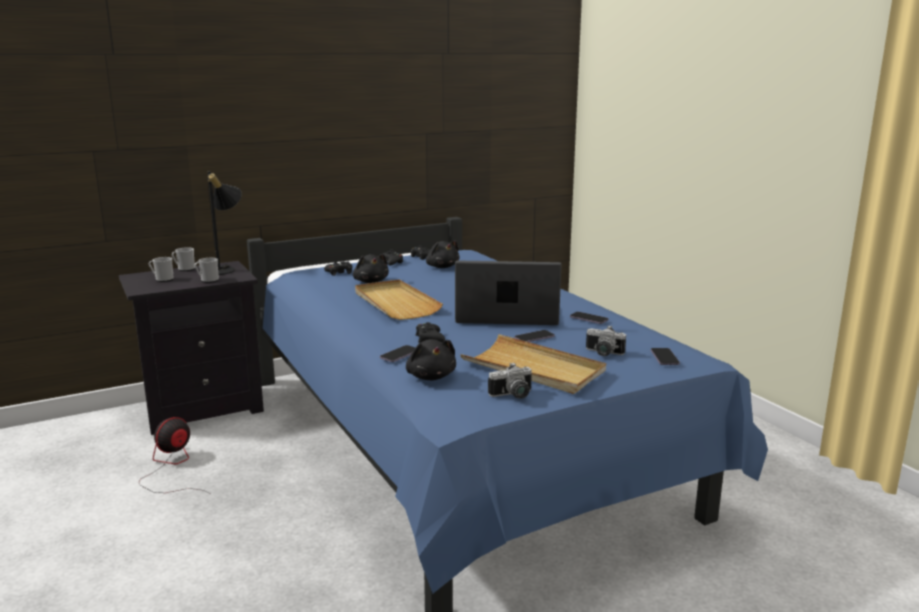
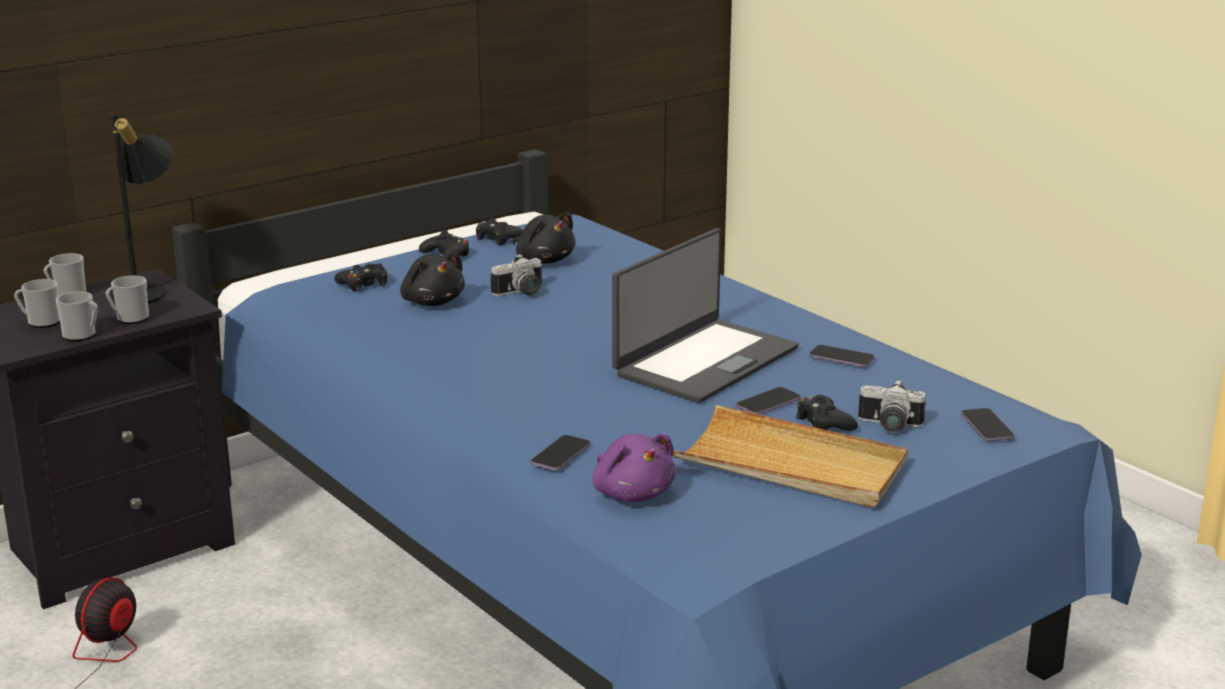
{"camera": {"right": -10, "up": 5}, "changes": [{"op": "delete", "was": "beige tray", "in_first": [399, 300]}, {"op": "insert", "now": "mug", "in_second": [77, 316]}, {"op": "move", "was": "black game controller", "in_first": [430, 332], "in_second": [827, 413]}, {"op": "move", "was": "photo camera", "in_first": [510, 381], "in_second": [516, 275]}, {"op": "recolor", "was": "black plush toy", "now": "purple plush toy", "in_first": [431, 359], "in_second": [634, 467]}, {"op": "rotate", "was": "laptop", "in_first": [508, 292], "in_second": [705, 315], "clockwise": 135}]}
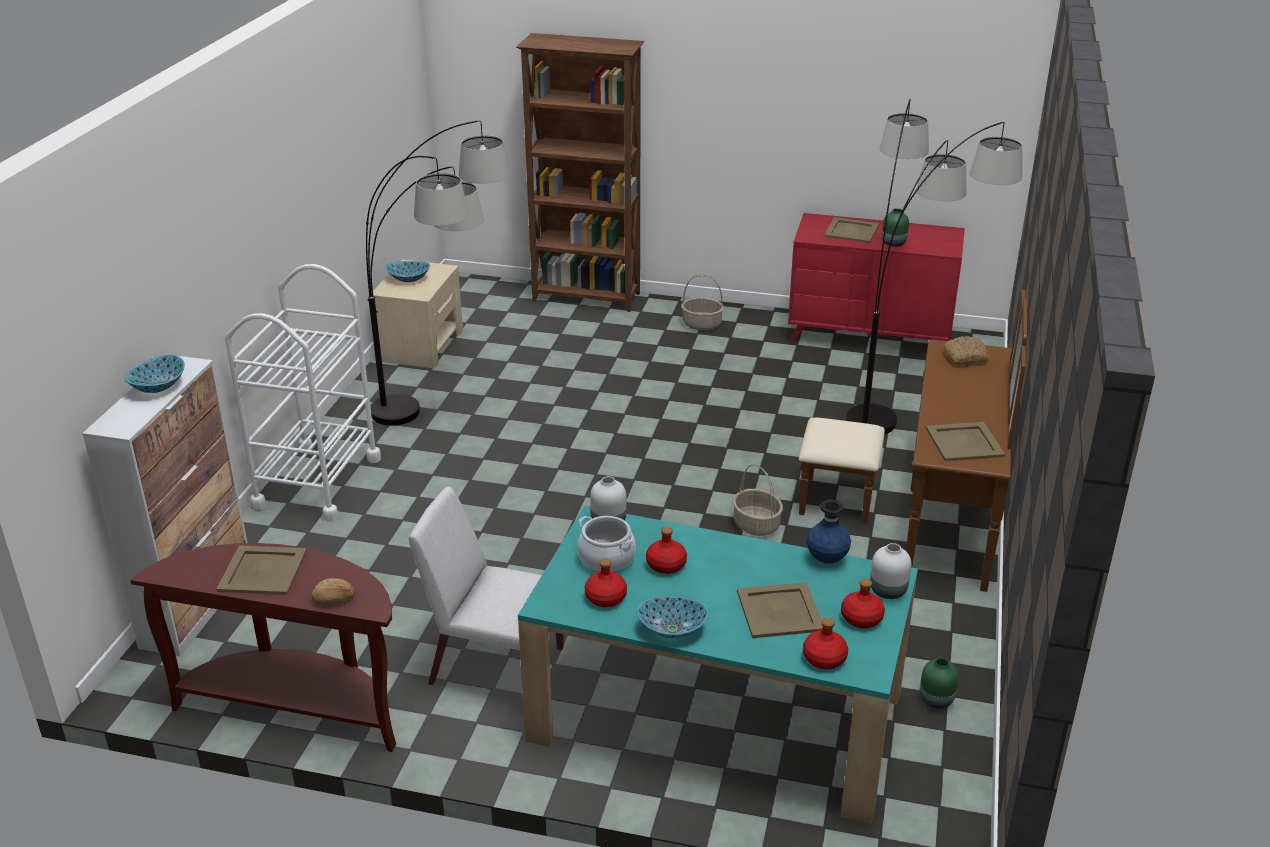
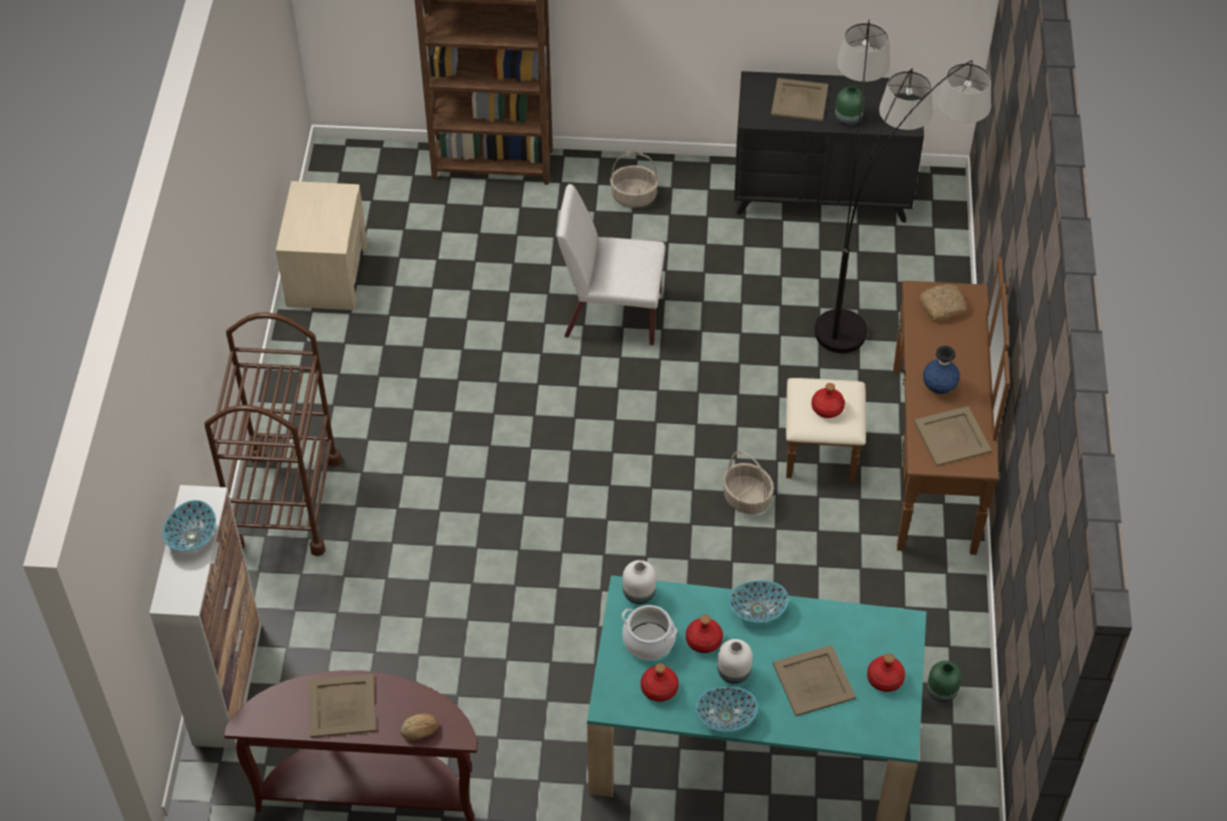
{"camera": {"right": -10, "up": 20}, "changes": [{"op": "delete", "was": "floor lamp", "in_first": [438, 273]}, {"op": "move", "was": "bowl", "in_first": [408, 271], "in_second": [759, 601]}, {"op": "move", "was": "white chair", "in_first": [486, 585], "in_second": [611, 264]}, {"op": "move", "was": "red bottle", "in_first": [825, 643], "in_second": [828, 400]}, {"op": "move", "was": "blue vase", "in_first": [829, 532], "in_second": [941, 370]}, {"op": "move", "was": "white vase", "in_first": [890, 571], "in_second": [735, 661]}, {"op": "recolor", "was": "white cart", "now": "brown cart", "in_first": [303, 393], "in_second": [273, 434]}, {"op": "recolor", "was": "red dresser", "now": "black dresser", "in_first": [876, 277], "in_second": [829, 146]}]}
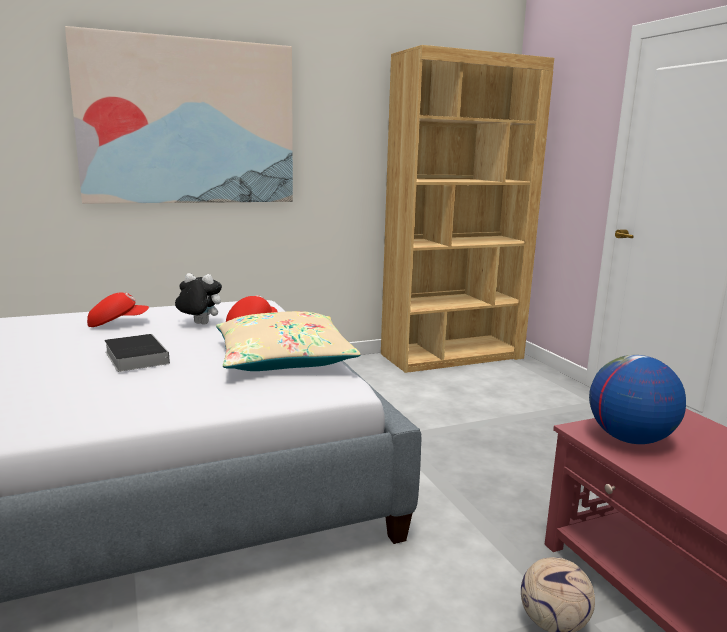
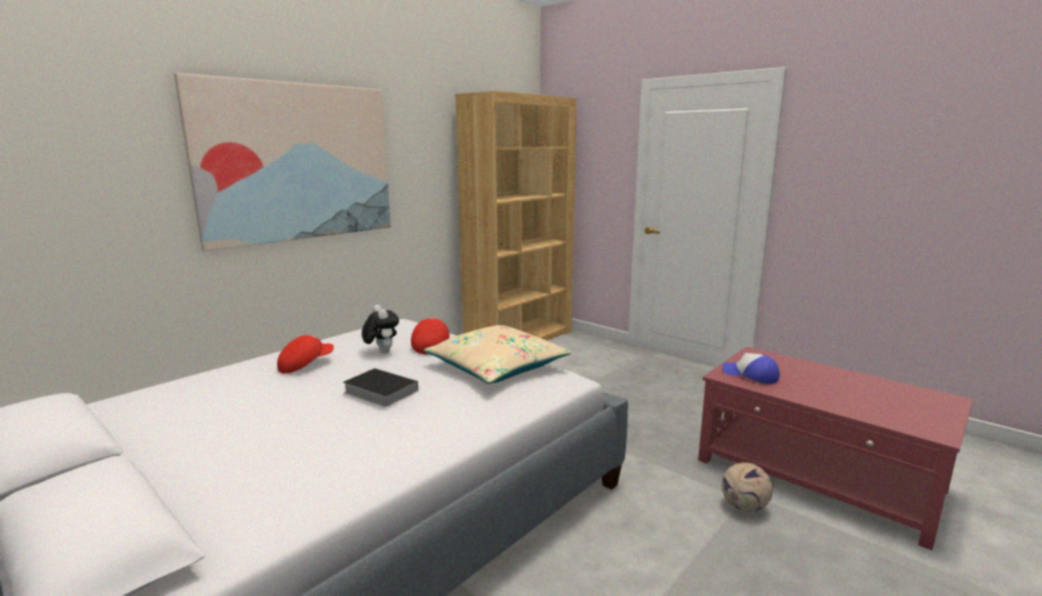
{"camera": {"right": -25, "up": 0}, "changes": [{"op": "replace", "was": "globe", "now": "cap", "in_first": [637, 399], "in_second": [751, 368]}, {"op": "rotate", "was": "plush toy", "in_first": [198, 299], "in_second": [380, 329], "clockwise": 75}]}
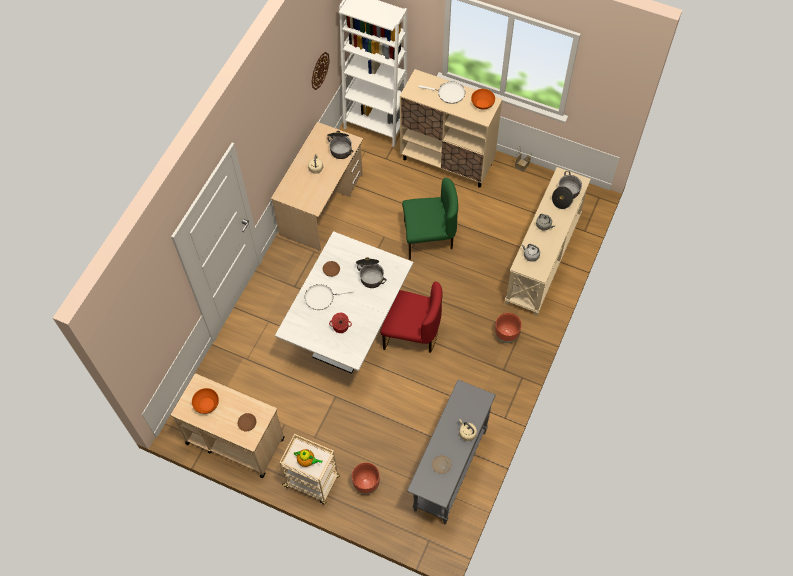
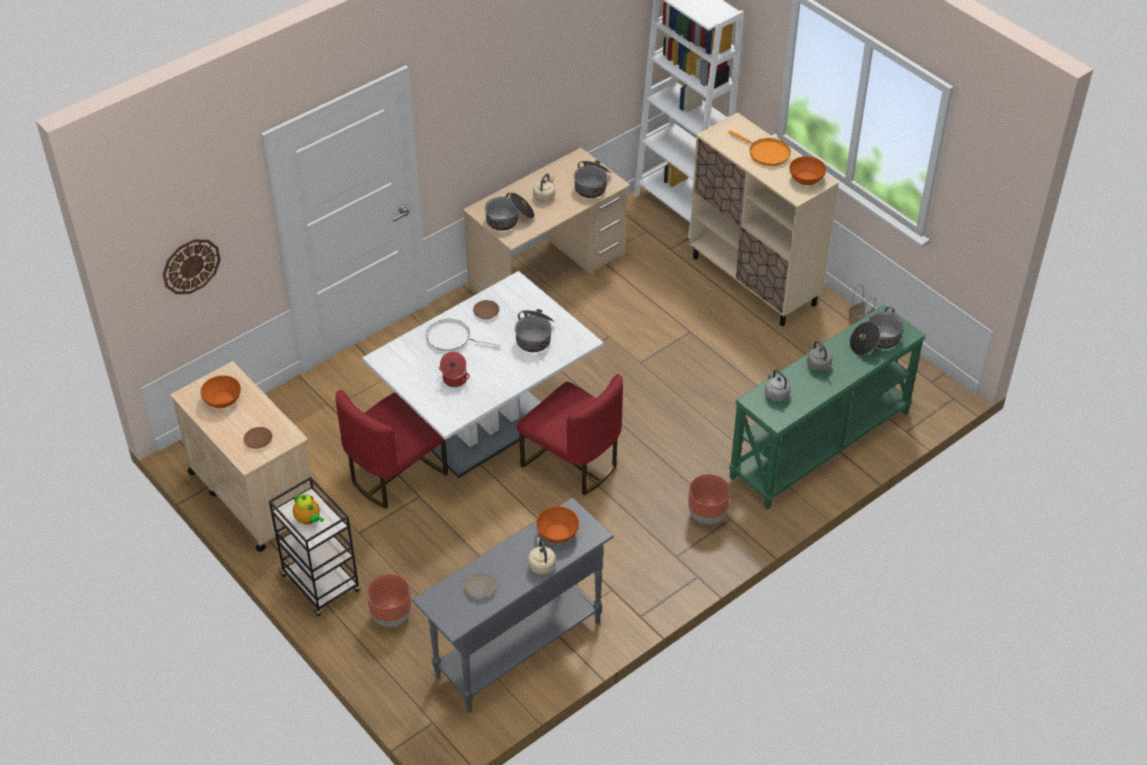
{"camera": {"right": 25, "up": -15}, "changes": [{"op": "delete", "was": "green chair", "in_first": [430, 219]}, {"op": "insert", "now": "red chair", "in_second": [392, 449]}, {"op": "insert", "now": "cooking pot", "in_second": [510, 212]}, {"op": "insert", "now": "orange bowl", "in_second": [557, 524]}, {"op": "move", "was": "wall clock", "in_first": [320, 71], "in_second": [192, 266]}, {"op": "recolor", "was": "beige cart", "now": "black cart", "in_first": [309, 469], "in_second": [315, 546]}, {"op": "recolor", "was": "white frying pan", "now": "orange frying pan", "in_first": [442, 93], "in_second": [759, 148]}, {"op": "recolor", "was": "beige console table", "now": "green console table", "in_first": [548, 241], "in_second": [827, 407]}]}
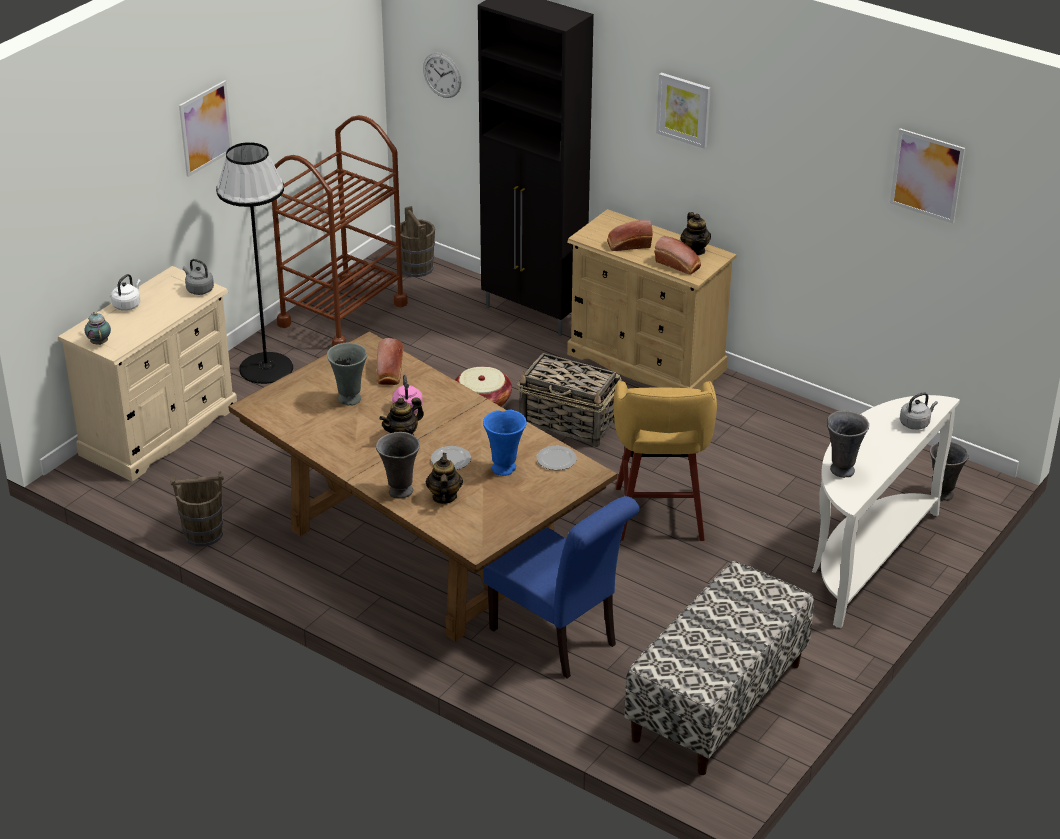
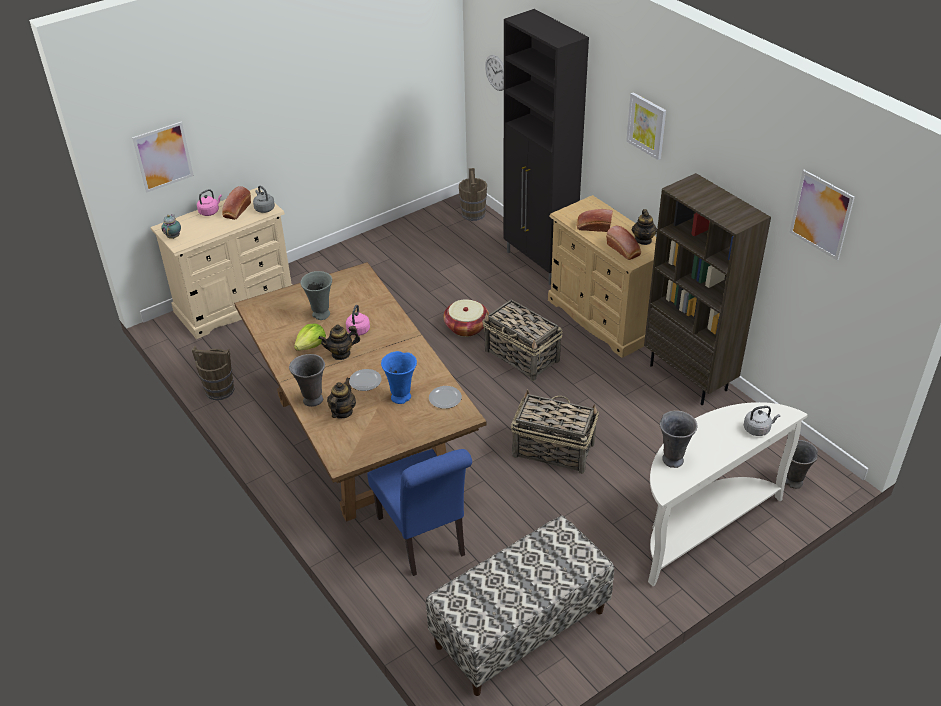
{"camera": {"right": 20, "up": 5}, "changes": [{"op": "delete", "was": "black floor lamp", "in_first": [254, 263]}, {"op": "delete", "was": "brown cart", "in_first": [340, 231]}, {"op": "insert", "now": "lettuce", "in_second": [310, 337]}, {"op": "insert", "now": "brown bookcase", "in_second": [707, 289]}, {"op": "move", "was": "picture", "in_first": [205, 128], "in_second": [163, 157]}, {"op": "move", "was": "bread", "in_first": [389, 361], "in_second": [236, 203]}, {"op": "replace", "was": "yellow stool", "now": "basket", "in_first": [665, 461], "in_second": [555, 431]}, {"op": "recolor", "was": "white kettle", "now": "pink kettle", "in_first": [126, 292], "in_second": [209, 202]}]}
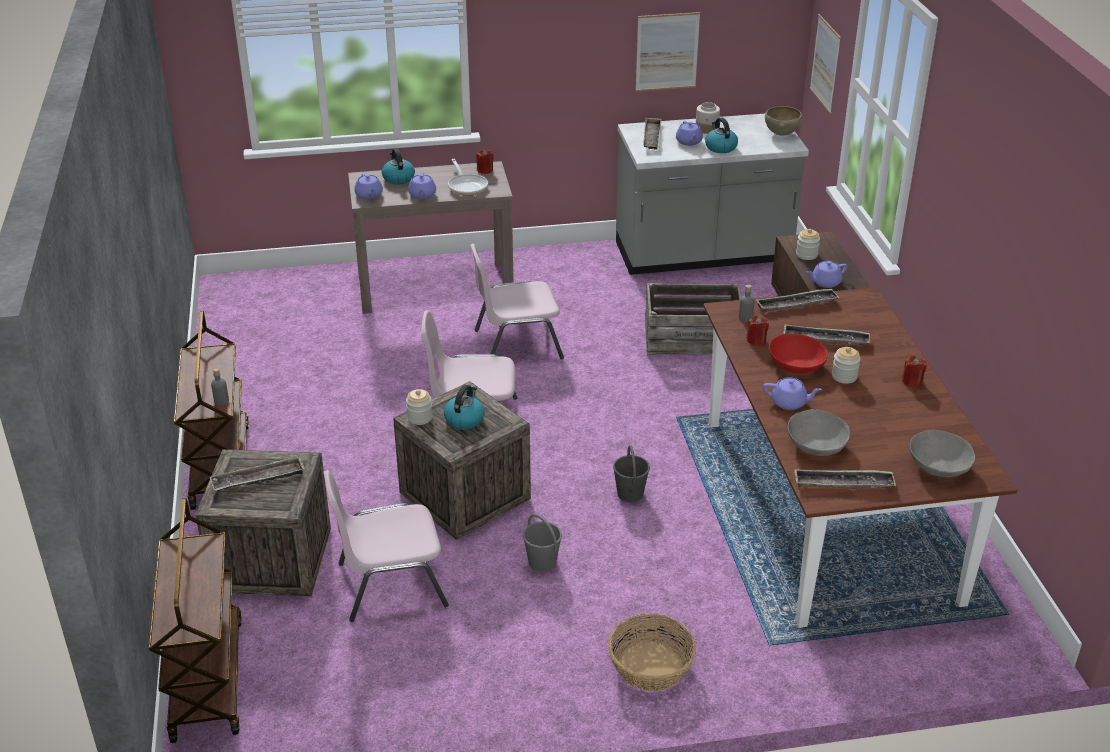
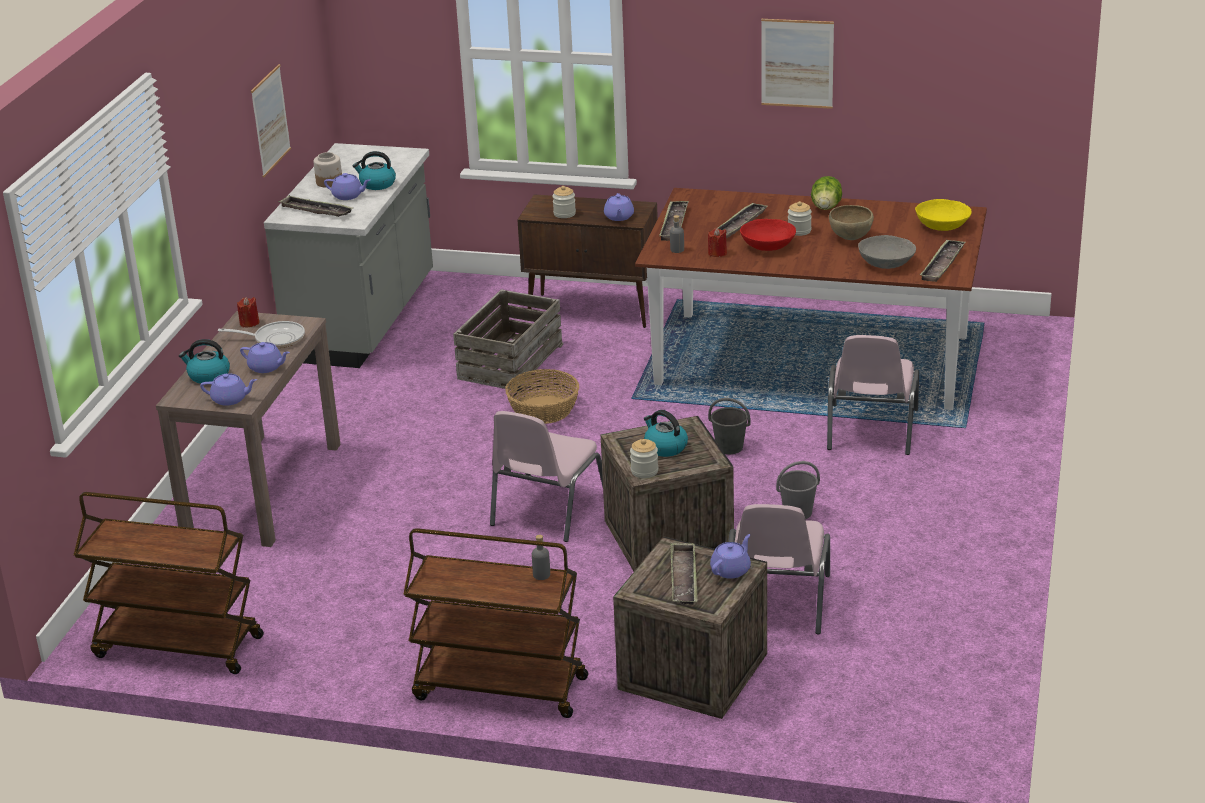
{"camera": {"right": -65, "up": -5}, "changes": [{"op": "move", "was": "brown cart", "in_first": [195, 620], "in_second": [169, 583]}, {"op": "move", "was": "pink chair", "in_first": [517, 302], "in_second": [873, 395]}, {"op": "move", "was": "basket", "in_first": [652, 652], "in_second": [542, 396]}, {"op": "move", "was": "purple teapot", "in_first": [792, 393], "in_second": [730, 556]}, {"op": "move", "was": "brown bowl", "in_first": [784, 121], "in_second": [851, 222]}, {"op": "move", "was": "picture", "in_first": [825, 64], "in_second": [797, 64]}, {"op": "replace", "was": "red candle", "now": "lettuce", "in_first": [914, 371], "in_second": [826, 193]}, {"op": "recolor", "was": "grey bowl", "now": "yellow bowl", "in_first": [942, 453], "in_second": [943, 215]}]}
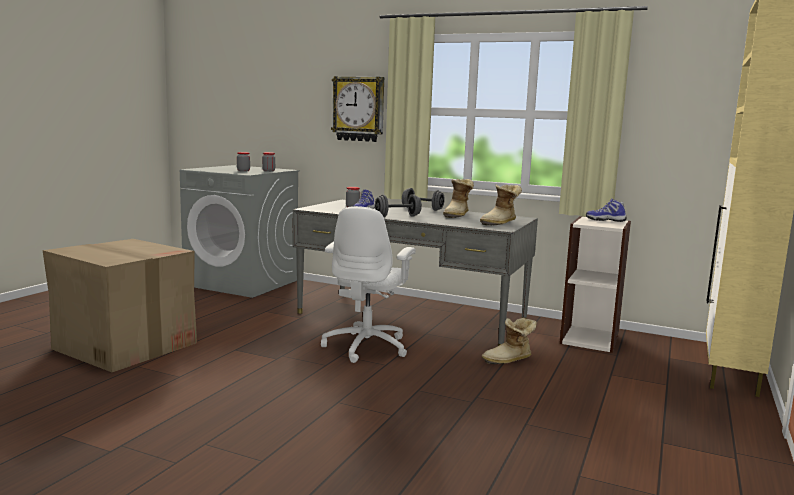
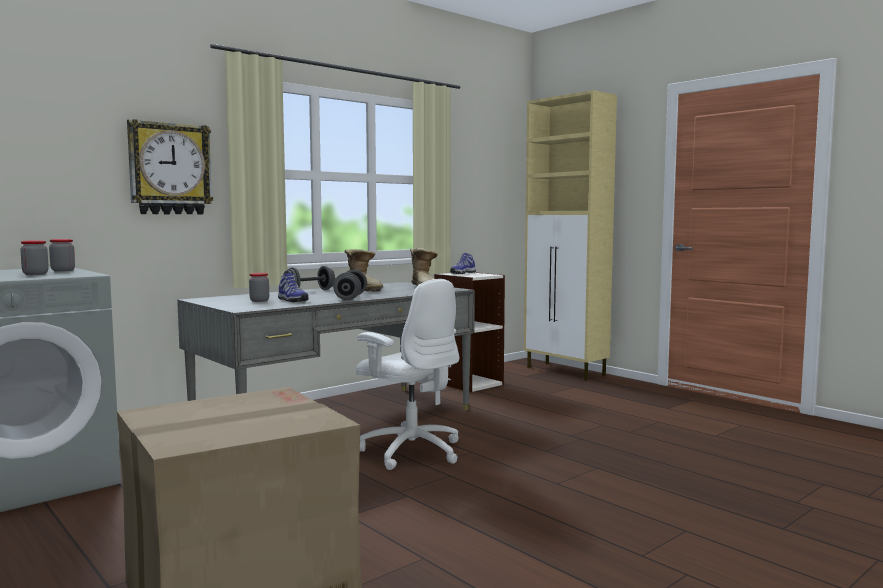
{"camera": {"right": -65, "up": -5}, "changes": [{"op": "delete", "was": "boot", "in_first": [509, 341]}]}
